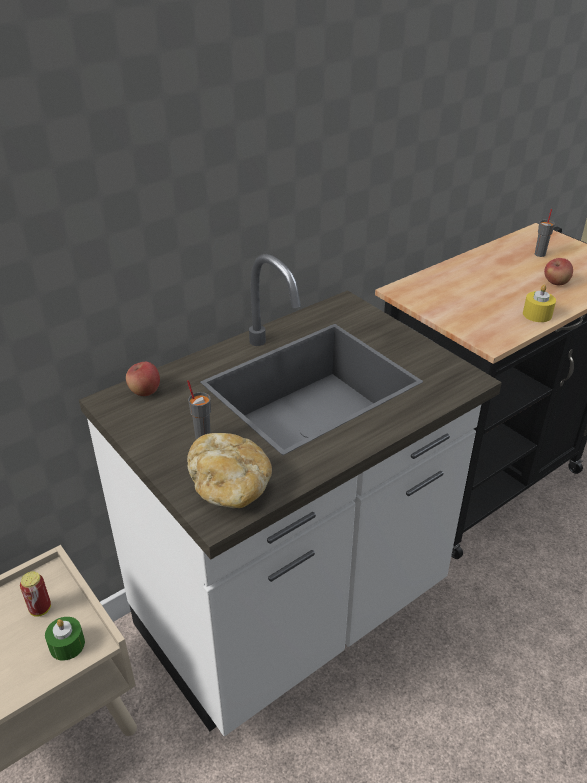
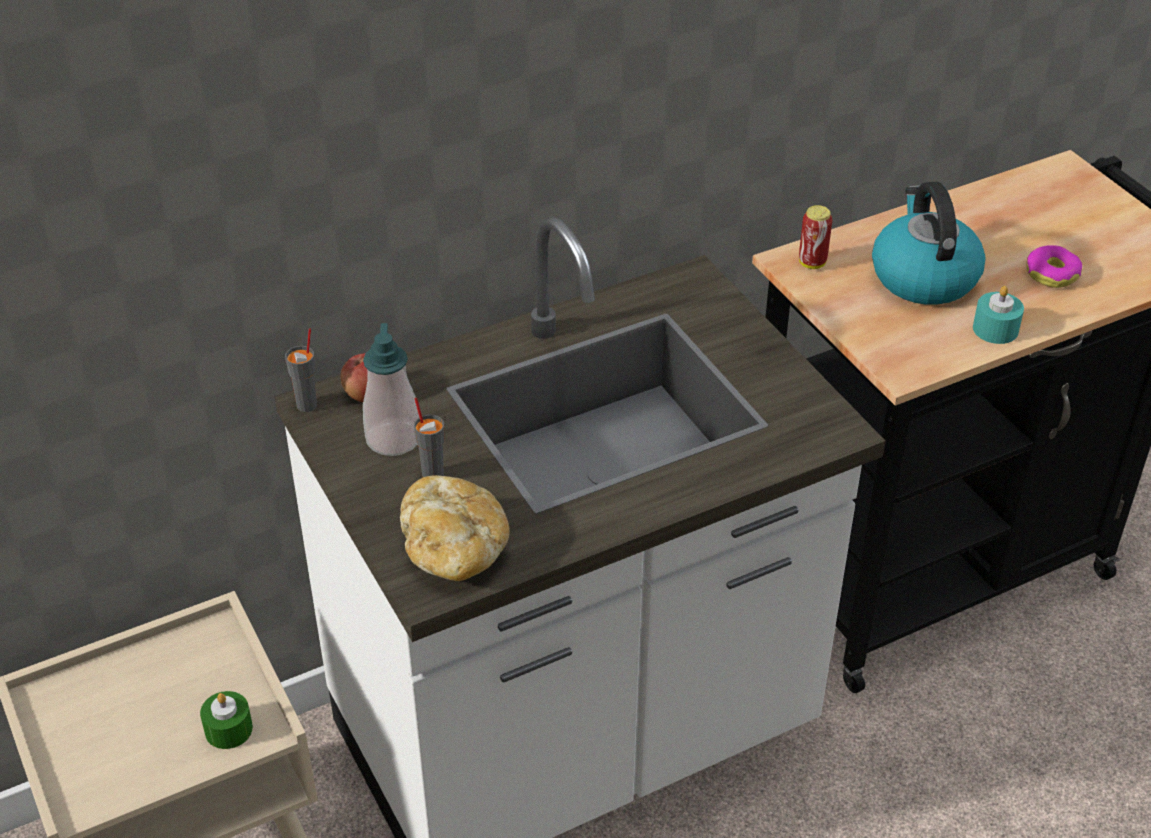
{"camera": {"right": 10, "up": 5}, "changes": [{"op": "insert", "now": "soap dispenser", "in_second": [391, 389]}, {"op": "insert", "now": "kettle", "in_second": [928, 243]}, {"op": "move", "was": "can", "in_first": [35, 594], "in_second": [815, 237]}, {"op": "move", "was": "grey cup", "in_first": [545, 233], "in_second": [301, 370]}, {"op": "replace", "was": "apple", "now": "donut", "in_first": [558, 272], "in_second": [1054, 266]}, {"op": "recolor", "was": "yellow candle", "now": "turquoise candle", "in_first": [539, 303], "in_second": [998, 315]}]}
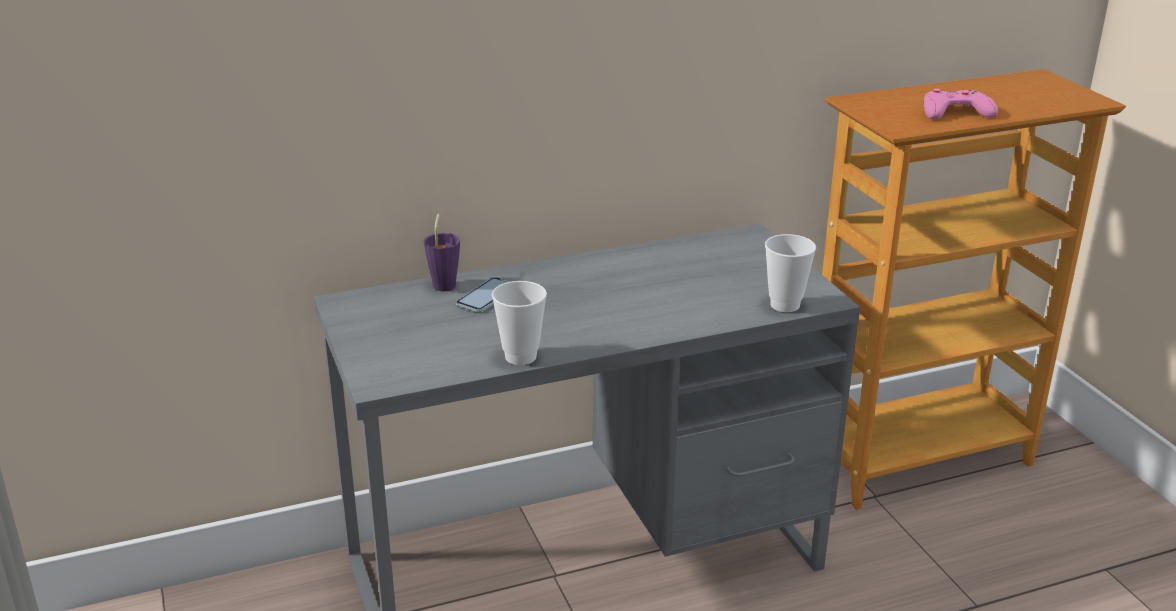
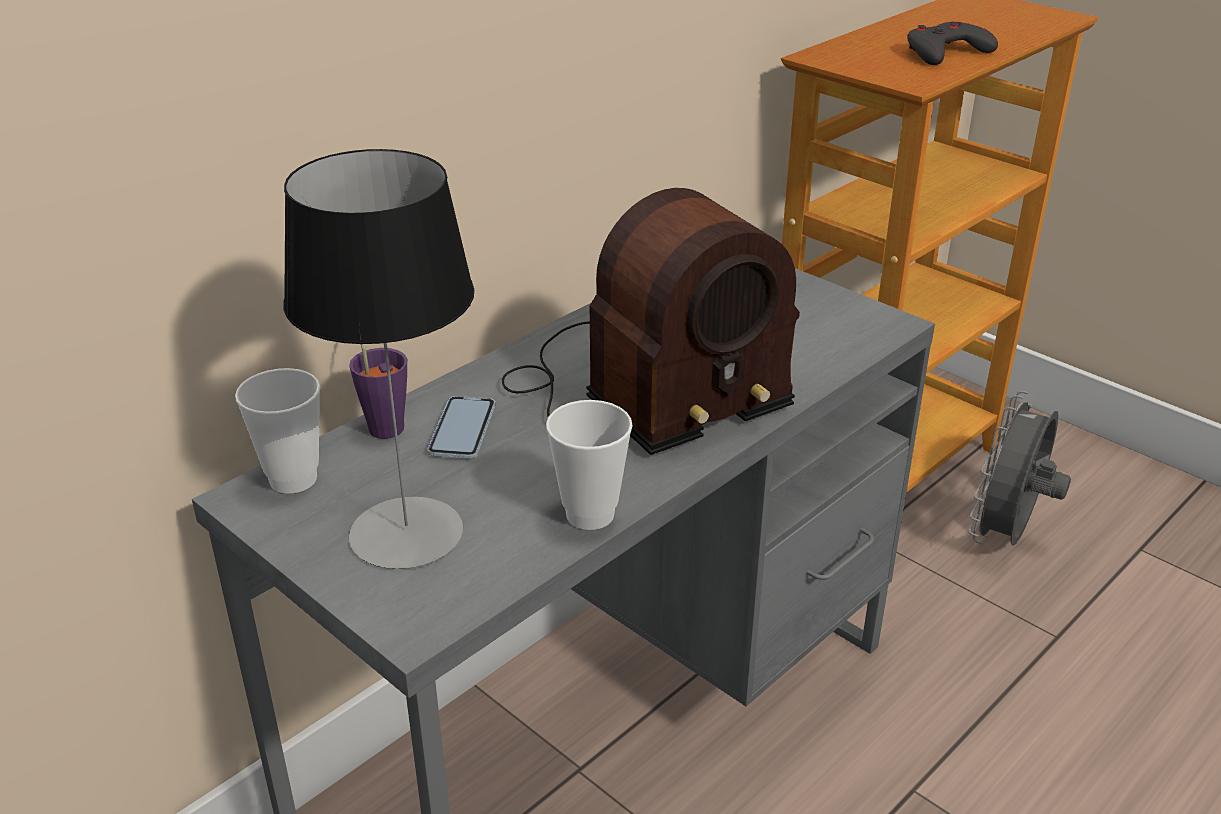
{"camera": {"right": -25, "up": 5}, "changes": [{"op": "insert", "now": "table lamp", "in_second": [378, 359]}, {"op": "insert", "now": "radio", "in_second": [651, 321]}, {"op": "insert", "now": "grey fan", "in_second": [1019, 468]}, {"op": "move", "was": "cup", "in_first": [790, 273], "in_second": [277, 431]}, {"op": "recolor", "was": "pink game controller", "now": "grey game controller", "in_first": [961, 104], "in_second": [952, 43]}]}
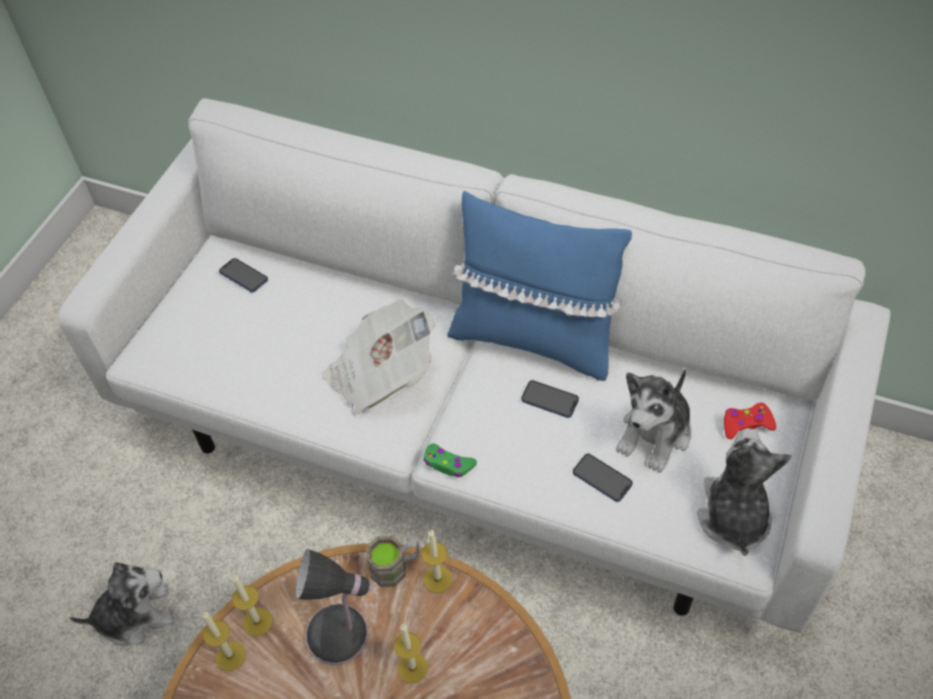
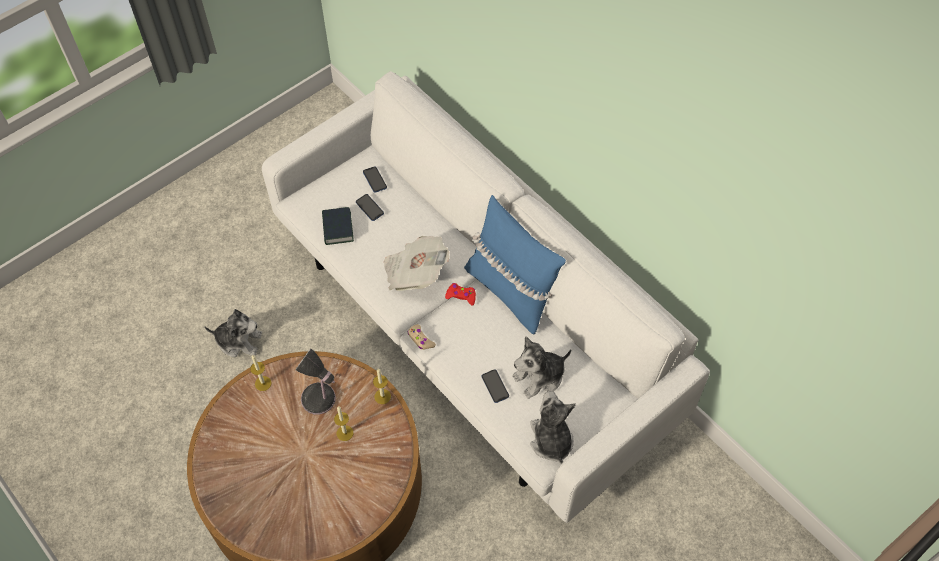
{"camera": {"right": 25, "up": 5}, "changes": [{"op": "delete", "was": "candle", "in_first": [252, 605]}, {"op": "delete", "was": "brown mug", "in_first": [393, 561]}, {"op": "insert", "now": "book", "in_second": [338, 226]}, {"op": "move", "was": "phone", "in_first": [550, 399], "in_second": [370, 207]}, {"op": "move", "was": "red game controller", "in_first": [750, 421], "in_second": [460, 294]}, {"op": "recolor", "was": "green game controller", "now": "beige game controller", "in_first": [450, 460], "in_second": [421, 337]}, {"op": "rotate", "was": "plush toy", "in_first": [744, 492], "in_second": [553, 427], "clockwise": -45}]}
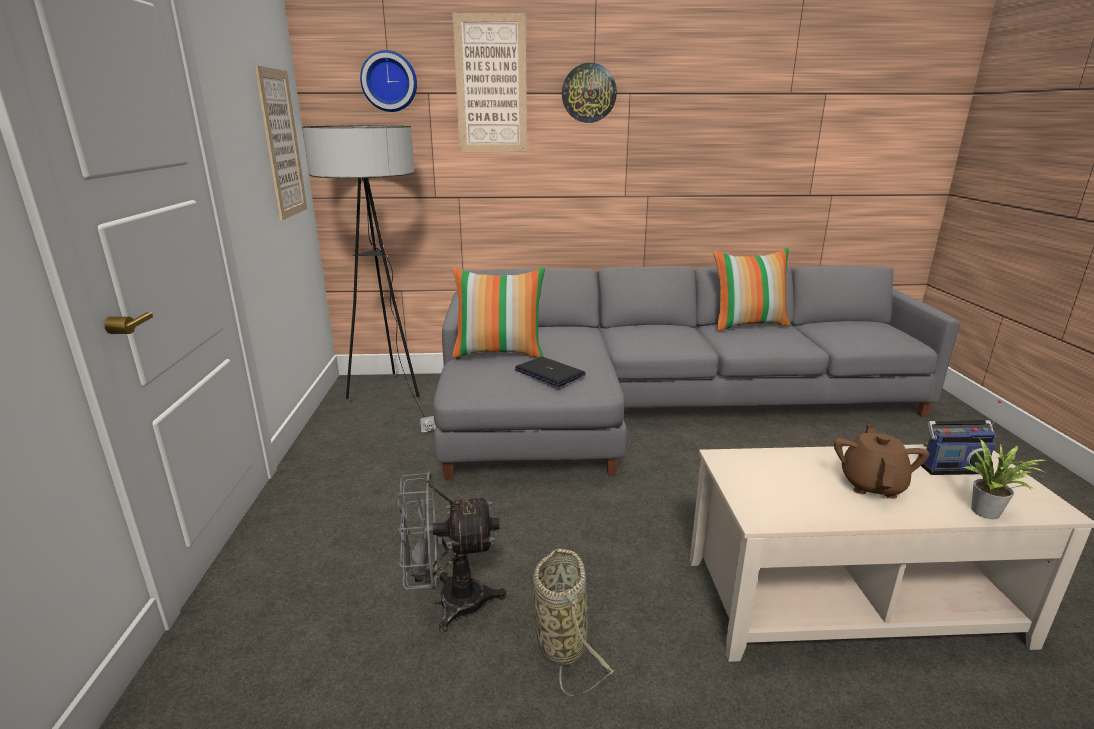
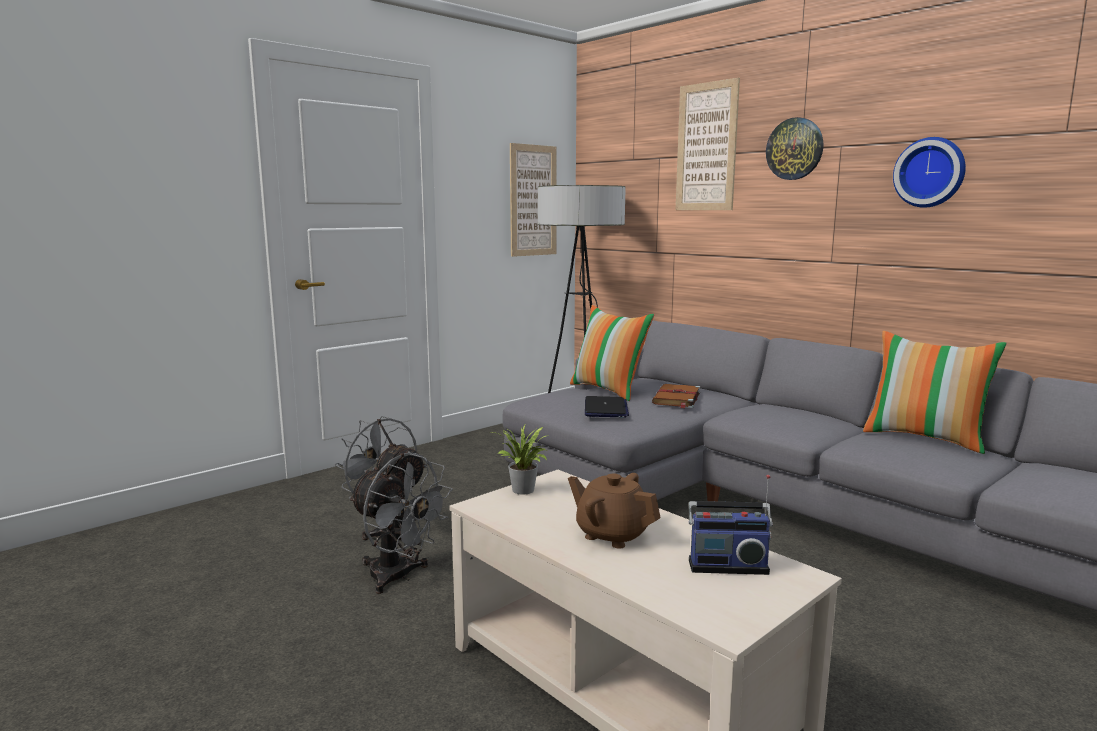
{"camera": {"right": 50, "up": -10}, "changes": [{"op": "insert", "now": "brown book", "in_second": [676, 396]}, {"op": "move", "was": "wall clock", "in_first": [388, 81], "in_second": [929, 172]}, {"op": "move", "was": "potted plant", "in_first": [1004, 479], "in_second": [520, 460]}, {"op": "replace", "was": "basket", "now": "grey fan", "in_first": [574, 622], "in_second": [401, 523]}, {"op": "rotate", "was": "brown teapot", "in_first": [881, 461], "in_second": [614, 511], "clockwise": -120}, {"op": "rotate", "was": "radio", "in_first": [961, 437], "in_second": [730, 525], "clockwise": -45}]}
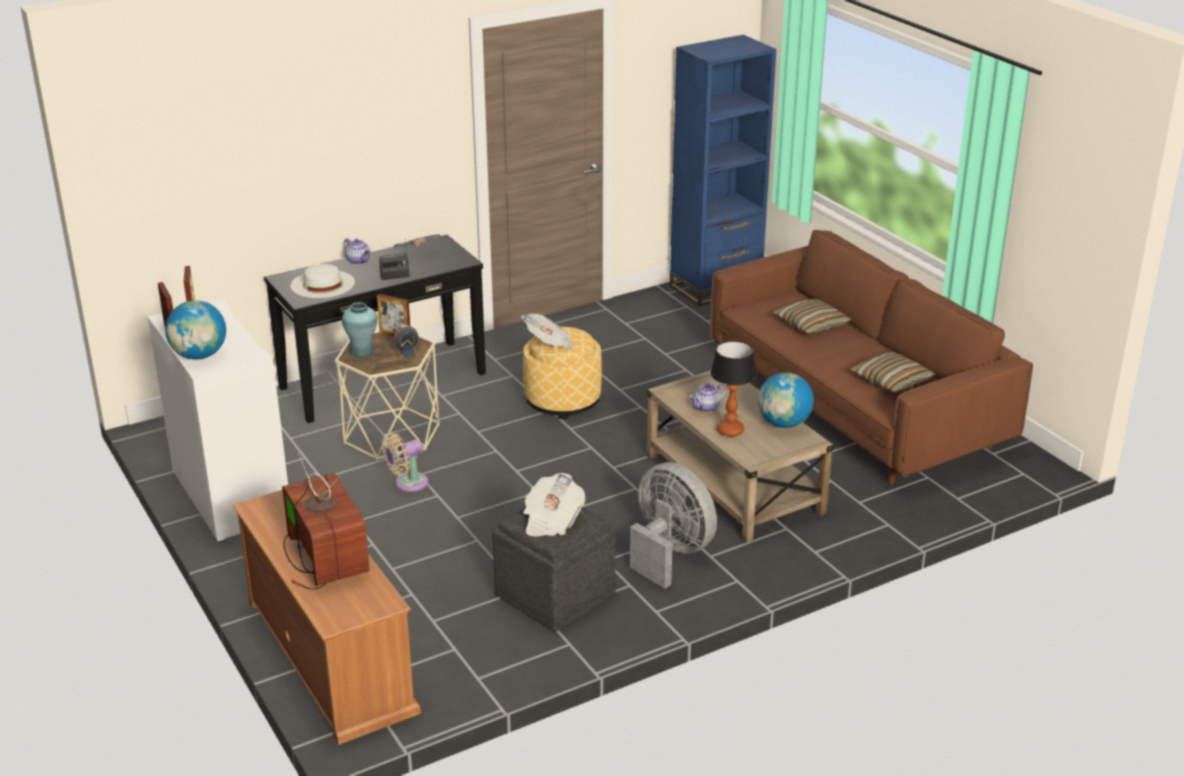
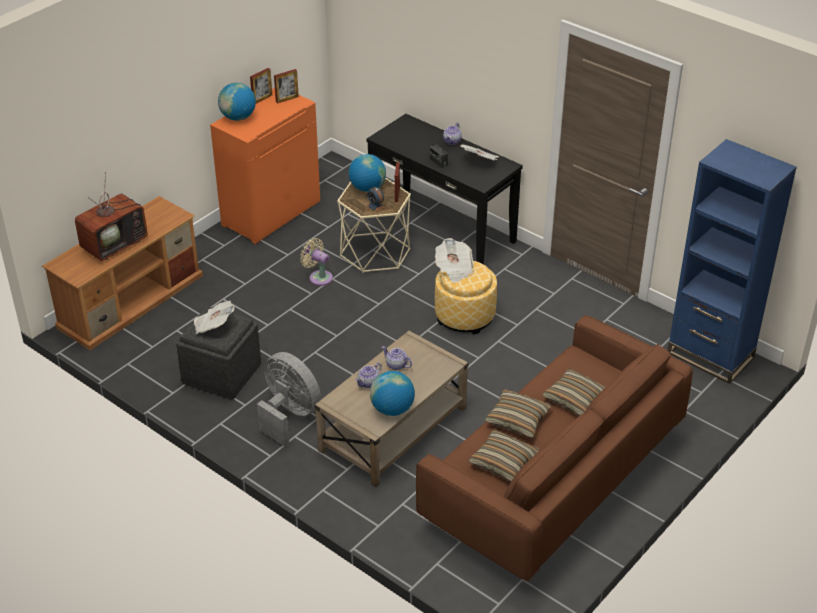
{"camera": {"right": 70, "up": 10}, "changes": [{"op": "delete", "was": "white hat", "in_first": [322, 281]}, {"op": "insert", "now": "pillow", "in_second": [518, 413]}, {"op": "replace", "was": "turquoise vase", "now": "globe", "in_first": [360, 330], "in_second": [367, 173]}, {"op": "replace", "was": "table lamp", "now": "teapot", "in_first": [733, 389], "in_second": [368, 375]}, {"op": "recolor", "was": "white cabinet", "now": "orange cabinet", "in_first": [218, 422], "in_second": [265, 166]}, {"op": "rotate", "was": "grey fan", "in_first": [673, 525], "in_second": [289, 399], "clockwise": -75}]}
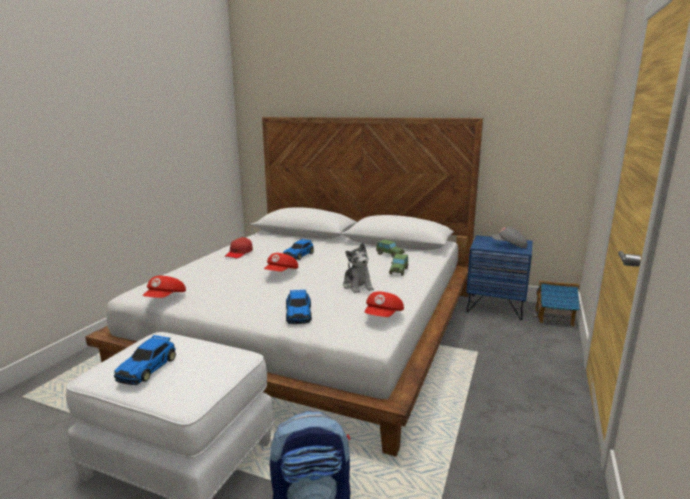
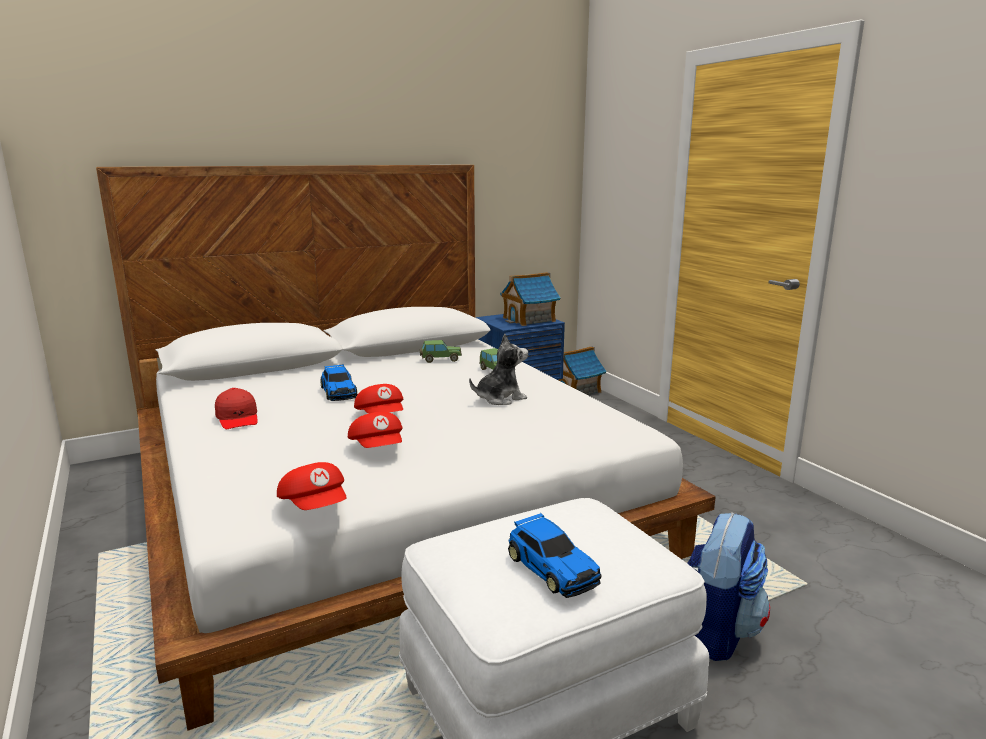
{"camera": {"right": -50, "up": 0}, "changes": [{"op": "delete", "was": "toy car", "in_first": [299, 307]}, {"op": "move", "was": "red cap", "in_first": [384, 304], "in_second": [375, 430]}, {"op": "replace", "was": "grey cap", "now": "toy house", "in_first": [509, 237], "in_second": [530, 299]}, {"op": "rotate", "was": "plush toy", "in_first": [358, 268], "in_second": [498, 369], "clockwise": -45}]}
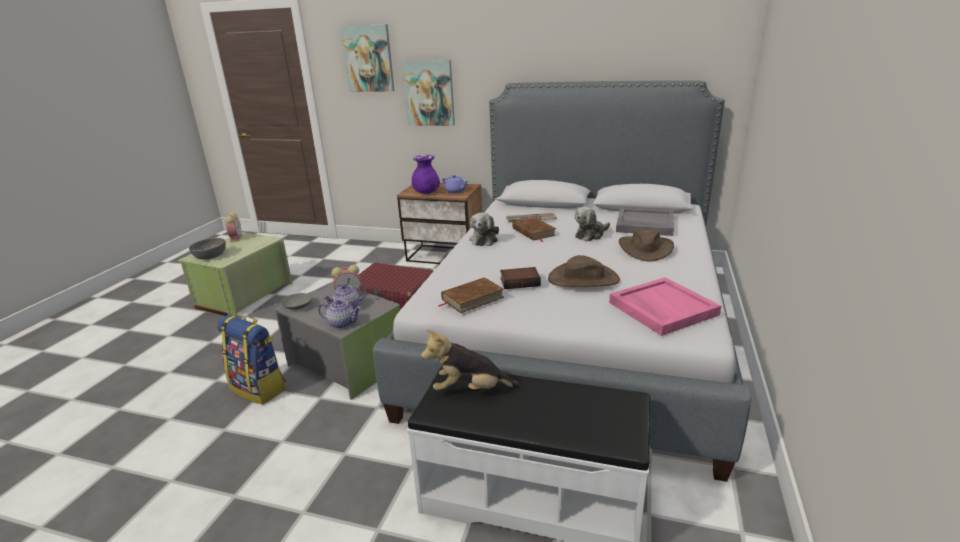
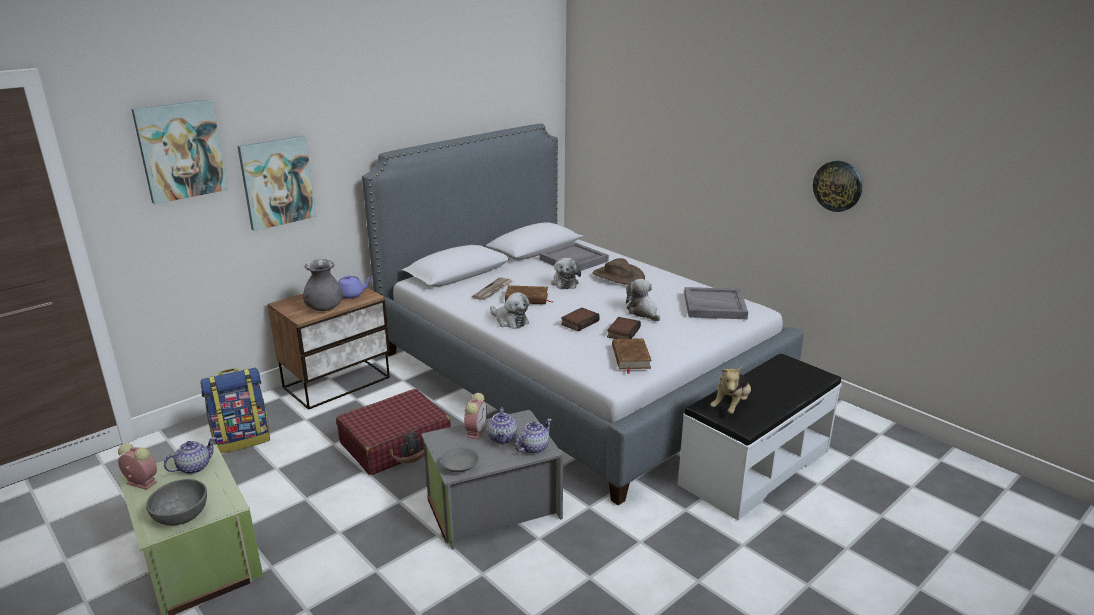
{"camera": {"right": -60, "up": 0}, "changes": [{"op": "insert", "now": "teapot", "in_second": [190, 455]}, {"op": "insert", "now": "book", "in_second": [580, 319]}, {"op": "insert", "now": "wall clock", "in_second": [837, 186]}, {"op": "move", "was": "backpack", "in_first": [251, 360], "in_second": [235, 410]}, {"op": "replace", "was": "brown hat", "now": "plush toy", "in_first": [584, 271], "in_second": [643, 300]}, {"op": "recolor", "was": "purple vase", "now": "grey vase", "in_first": [426, 174], "in_second": [323, 285]}, {"op": "recolor", "was": "pink tray", "now": "grey tray", "in_first": [665, 306], "in_second": [716, 303]}]}
